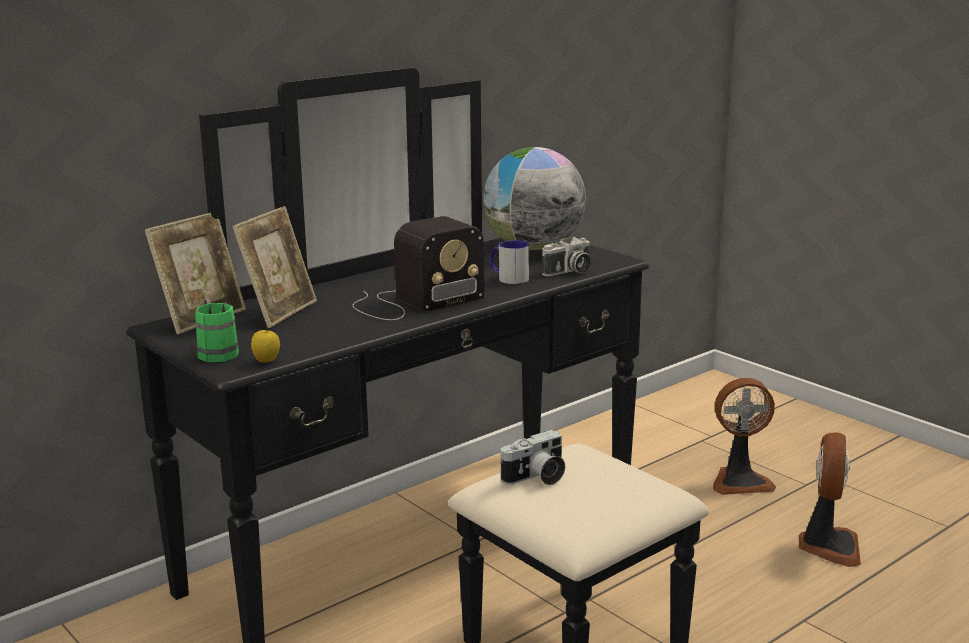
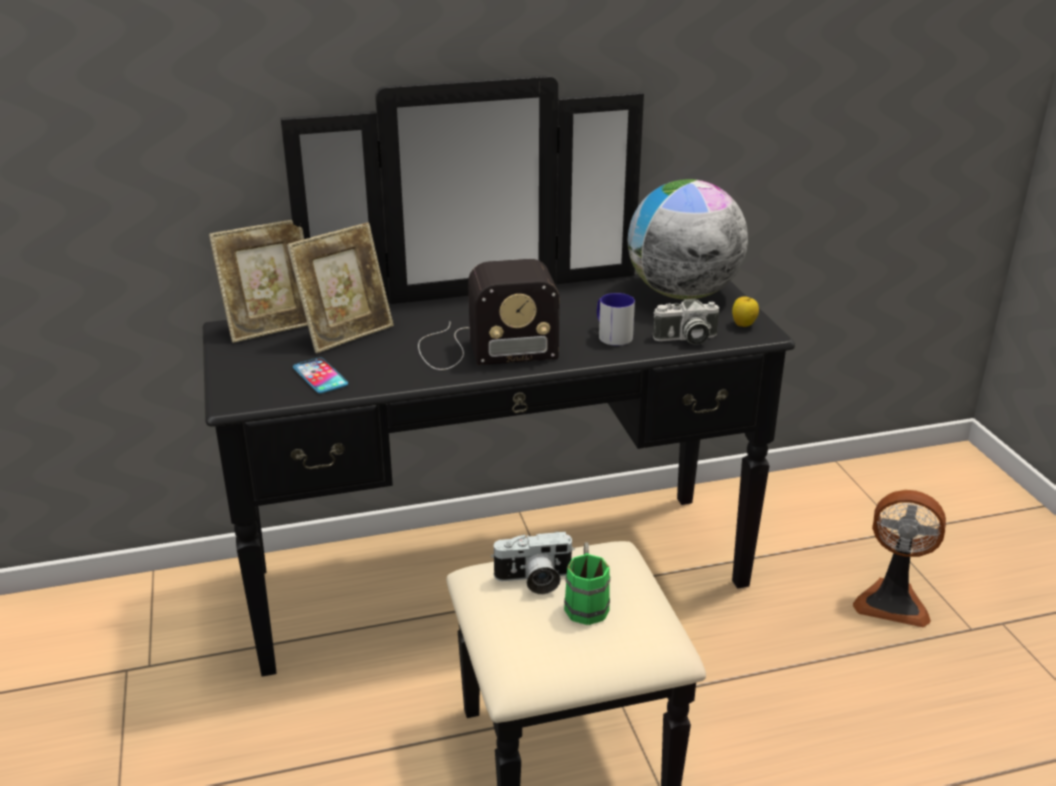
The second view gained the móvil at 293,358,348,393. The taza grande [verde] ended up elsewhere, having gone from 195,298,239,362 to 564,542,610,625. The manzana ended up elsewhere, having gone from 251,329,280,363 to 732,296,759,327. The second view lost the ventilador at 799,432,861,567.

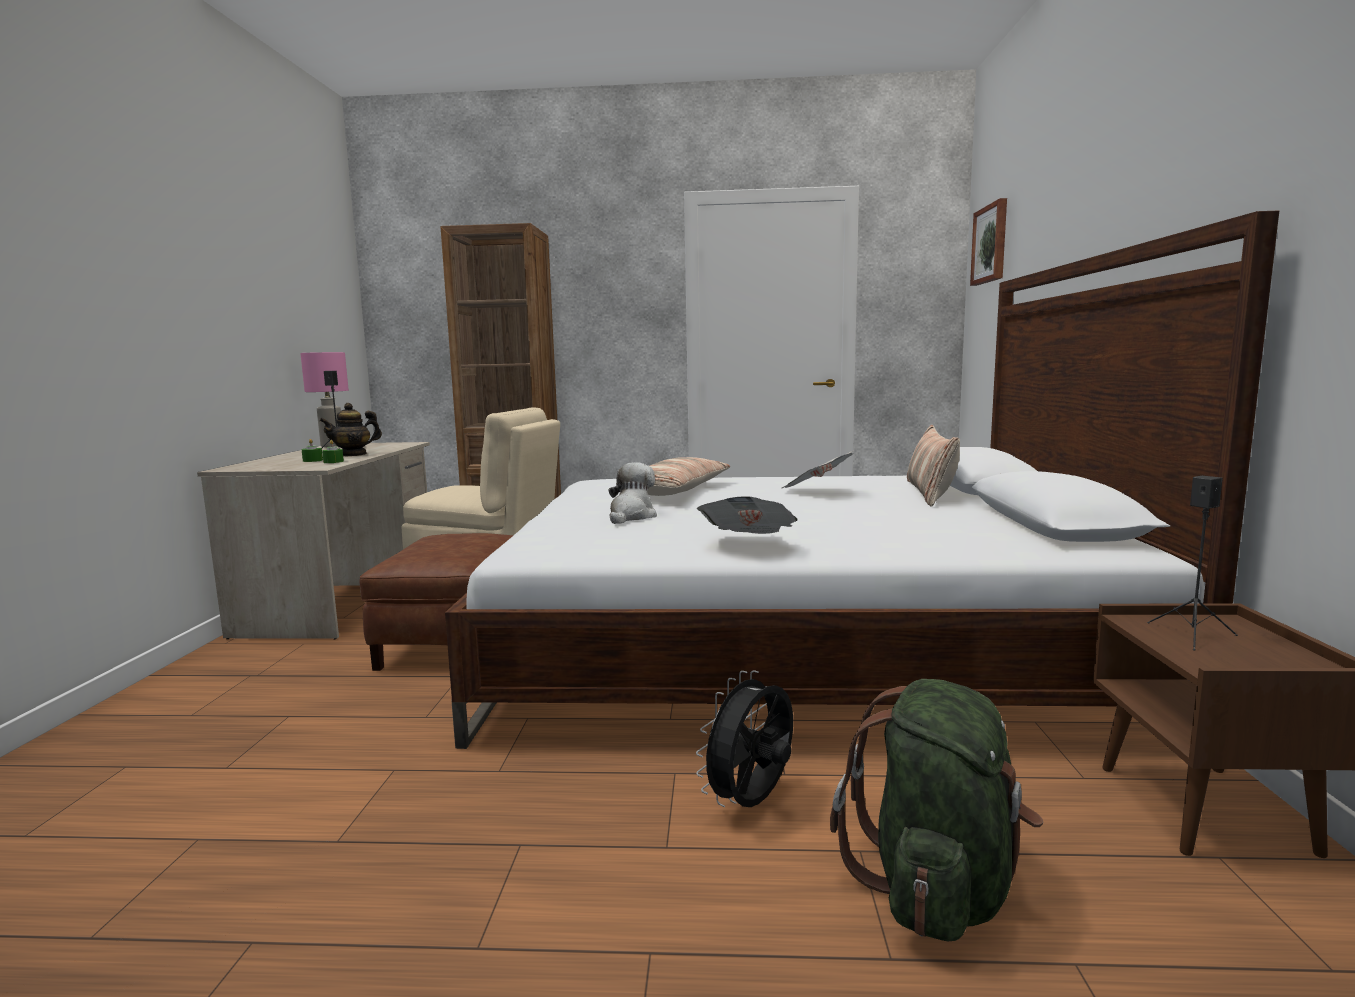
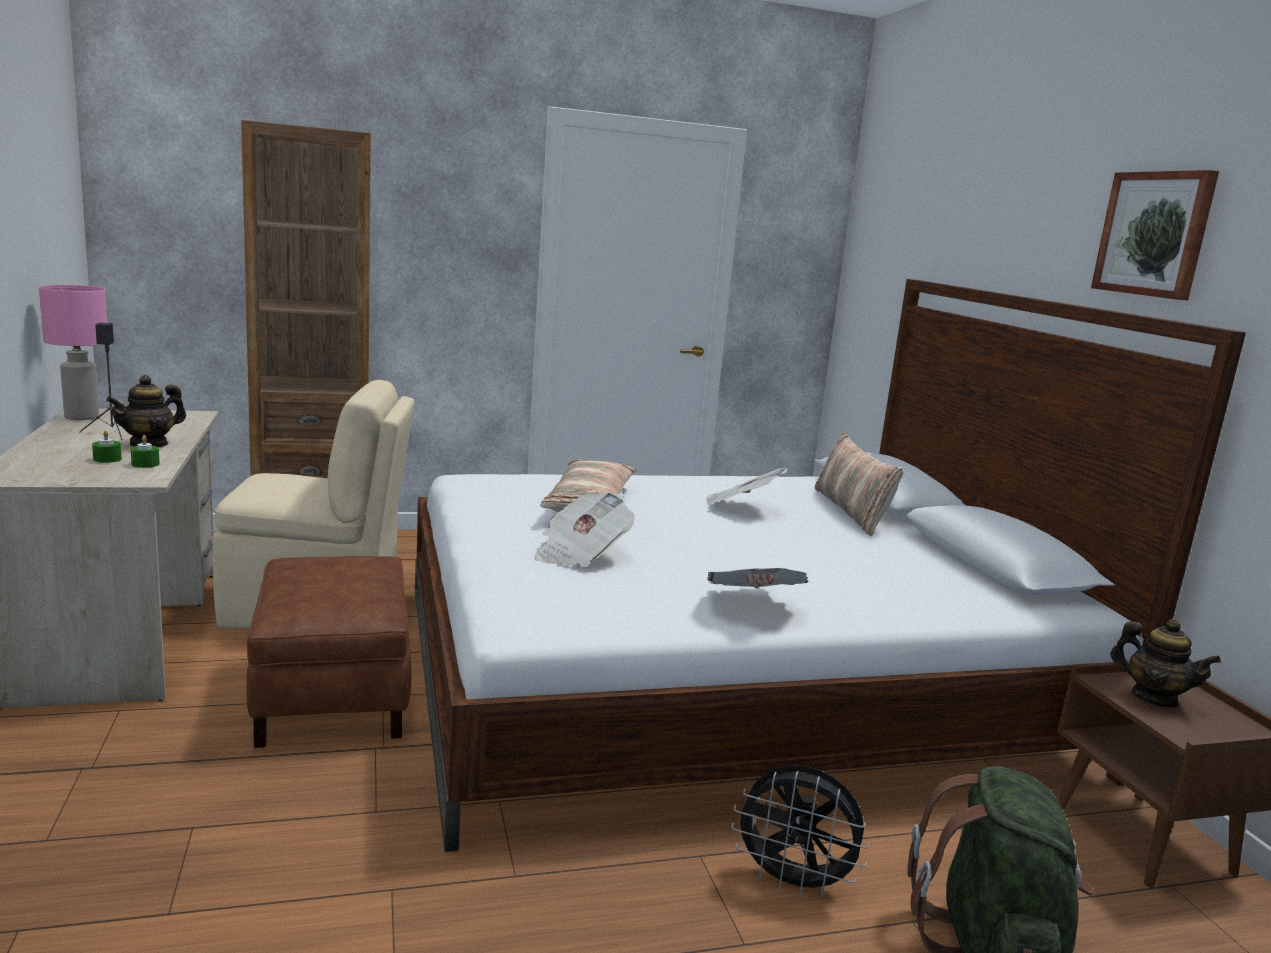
Where the peluche stood at 609,462,657,524, the periódico came to stand at 534,492,635,567. The ventilador [negro] at 696,670,793,807 ended up facing another way, 90 degrees counterclockwise from before. The cuadro ended up elsewhere, having gone from 970,198,1007,286 to 1091,170,1219,300. Where the altavoz [negro] stood at 1147,476,1238,651, the tetera came to stand at 1110,619,1221,707.

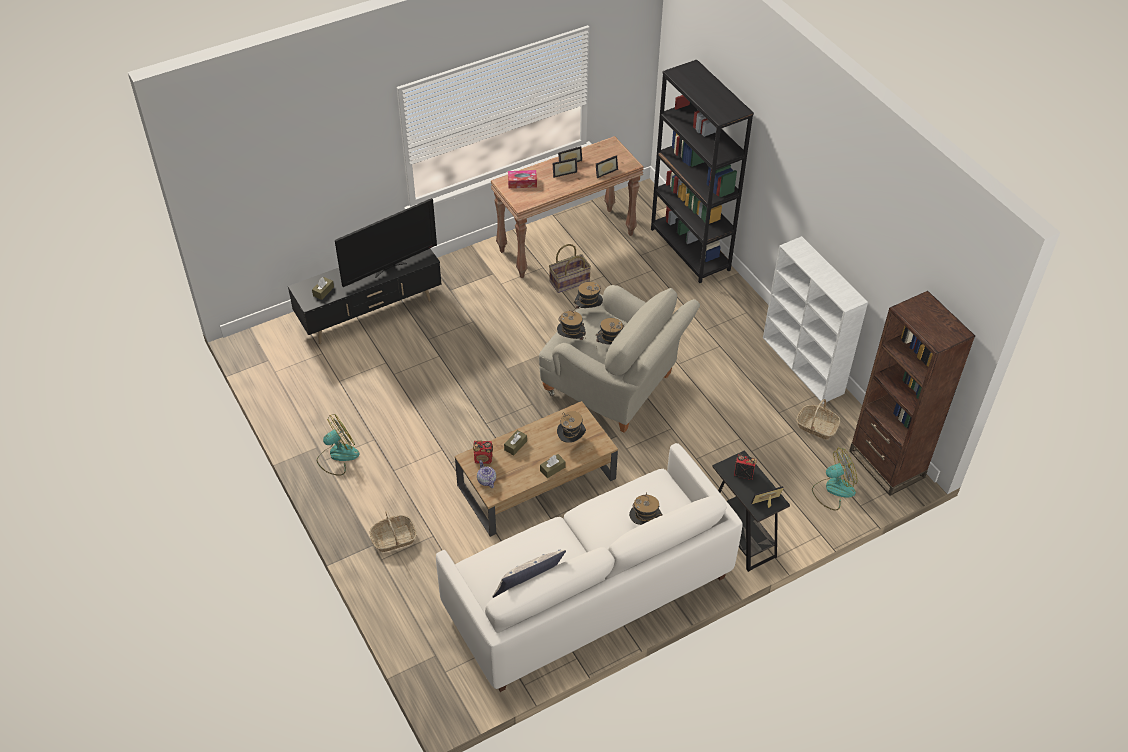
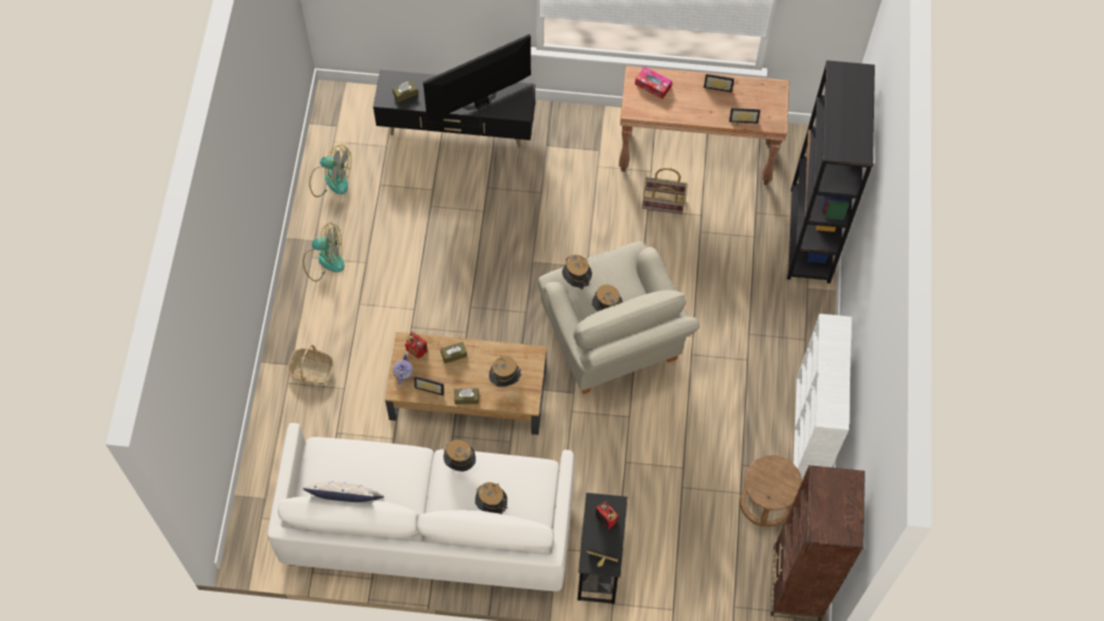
The ventilador ended up elsewhere, having gone from 812,448,857,511 to 309,145,351,197. The portarretratos ended up elsewhere, having gone from 553,158,577,178 to 414,376,444,396. The televisor at 335,198,437,287 ended up facing another way, 150 degrees clockwise from before. The sombrero ended up elsewhere, having gone from 574,282,603,309 to 443,439,476,471. Where the cesta stood at 796,399,840,439, the taburete [marrón] came to stand at 740,455,802,527.

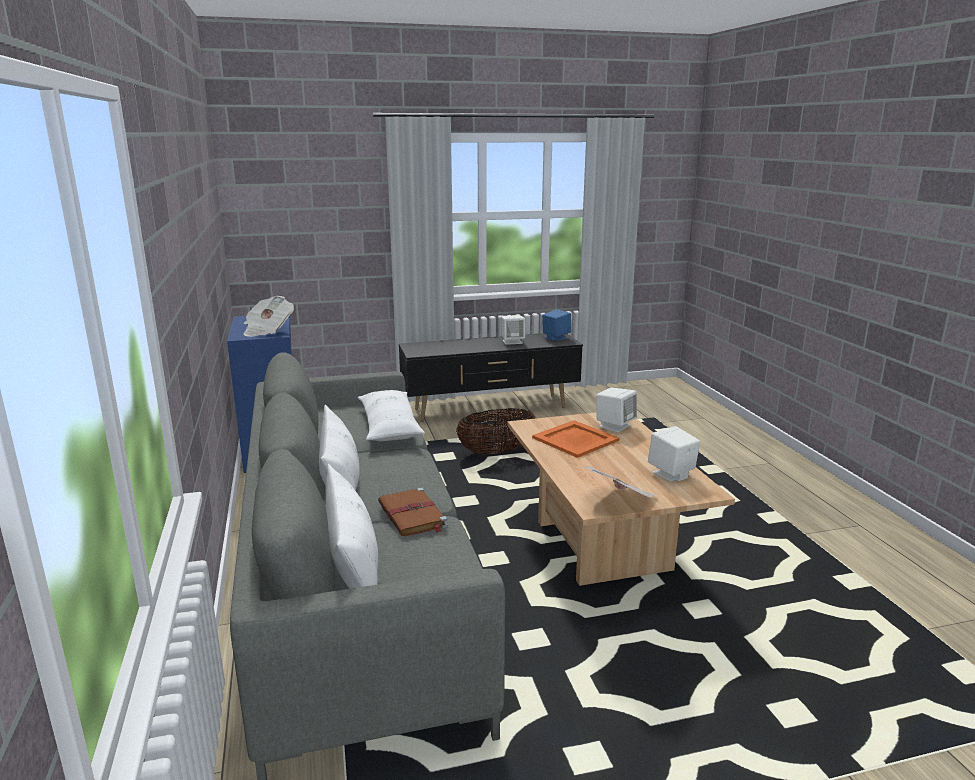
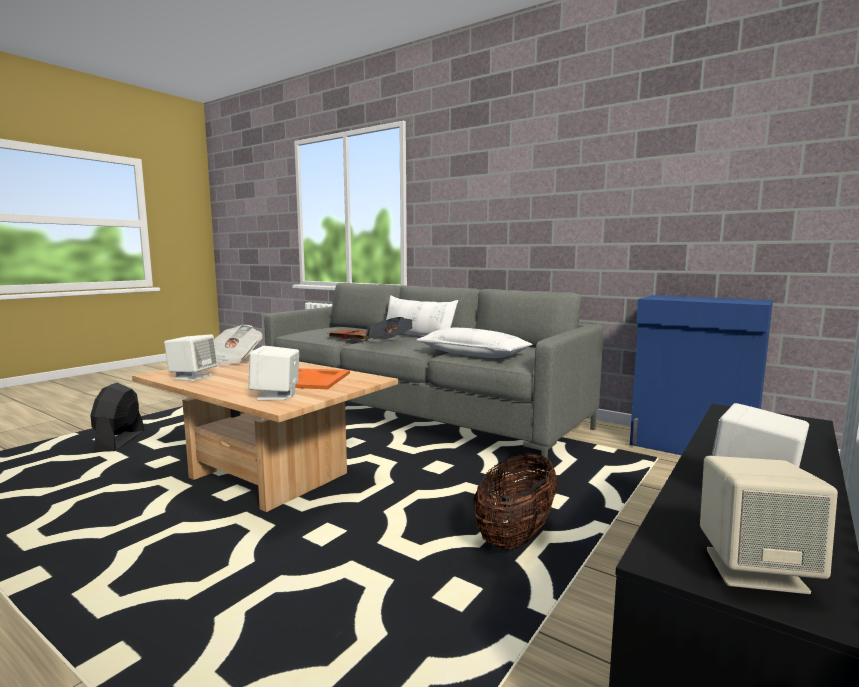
The second view gained the ventilador [negro] at 90,383,144,452. The periódico ended up elsewhere, having gone from 244,296,294,337 to 366,317,413,339. What was the altavoz [azul] at 542,309,571,341 turned into the altavoz [beis] at 700,456,838,594. The second view lost the cojín [blanco] at 326,464,378,589.

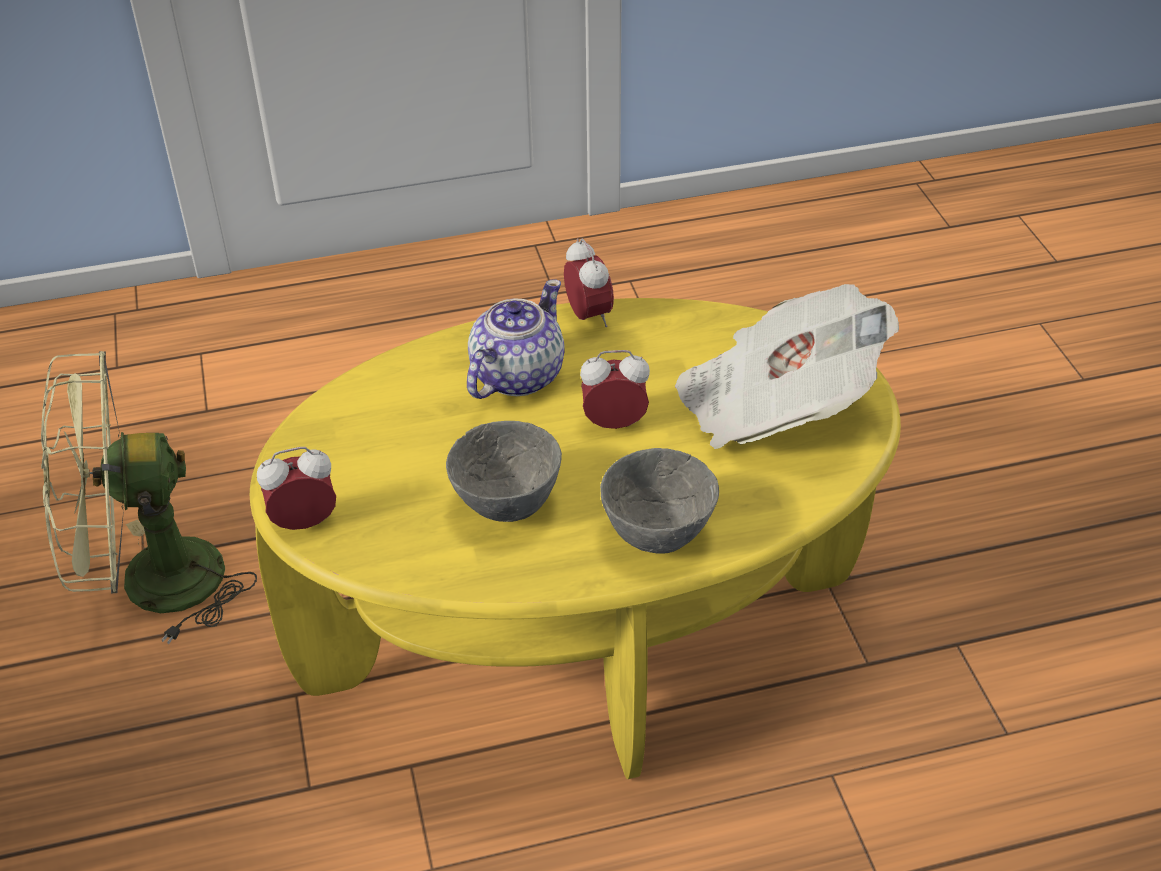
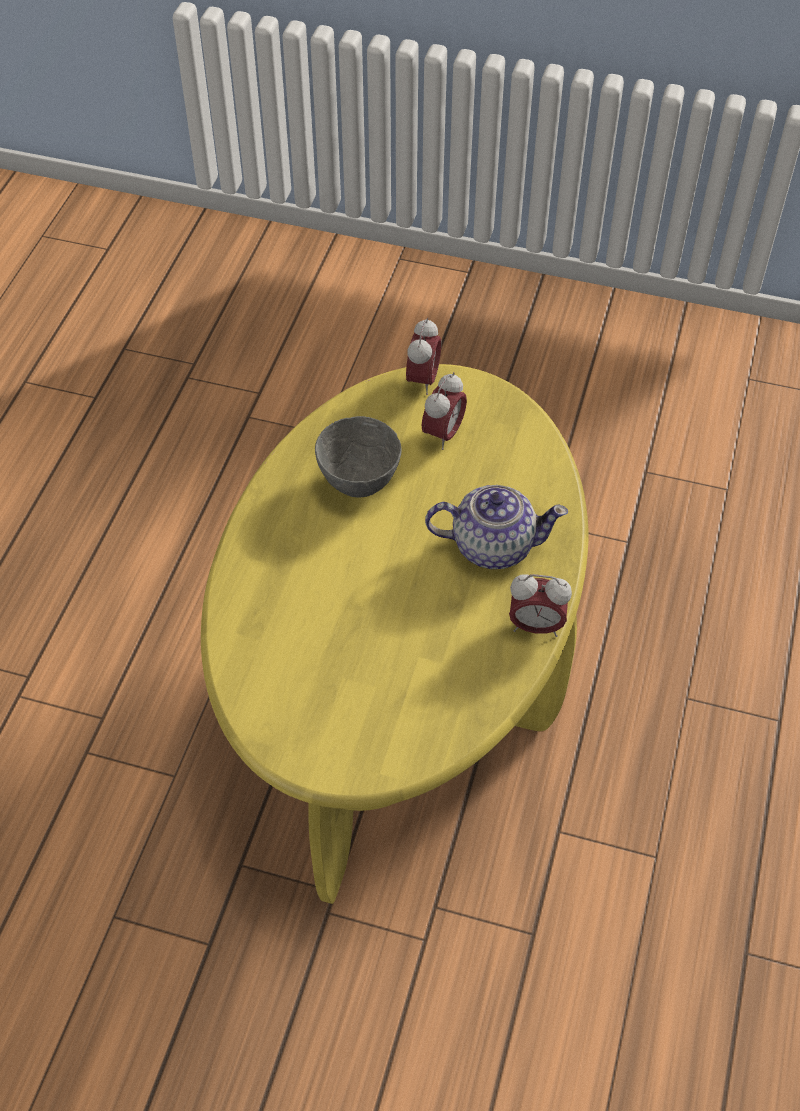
The despertador ended up elsewhere, having gone from 580,350,650,429 to 421,372,467,450. The tetera at 467,279,565,399 ended up facing another way, 60 degrees counterclockwise from before. The second view lost the ventilador [verde] at 41,351,257,645. The second view lost the cuenco [gris] at 600,448,719,554. The second view lost the periódico at 675,284,899,449.

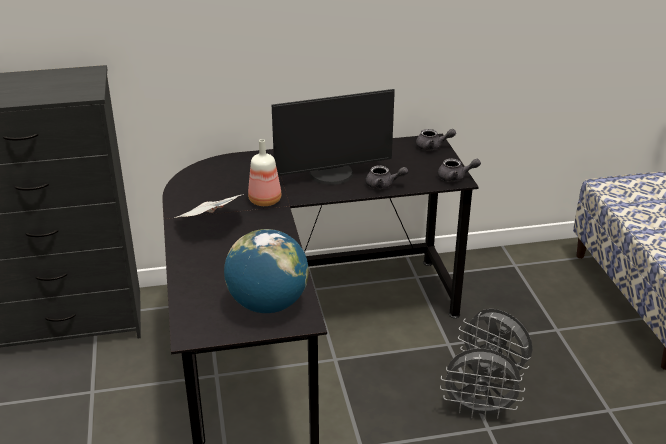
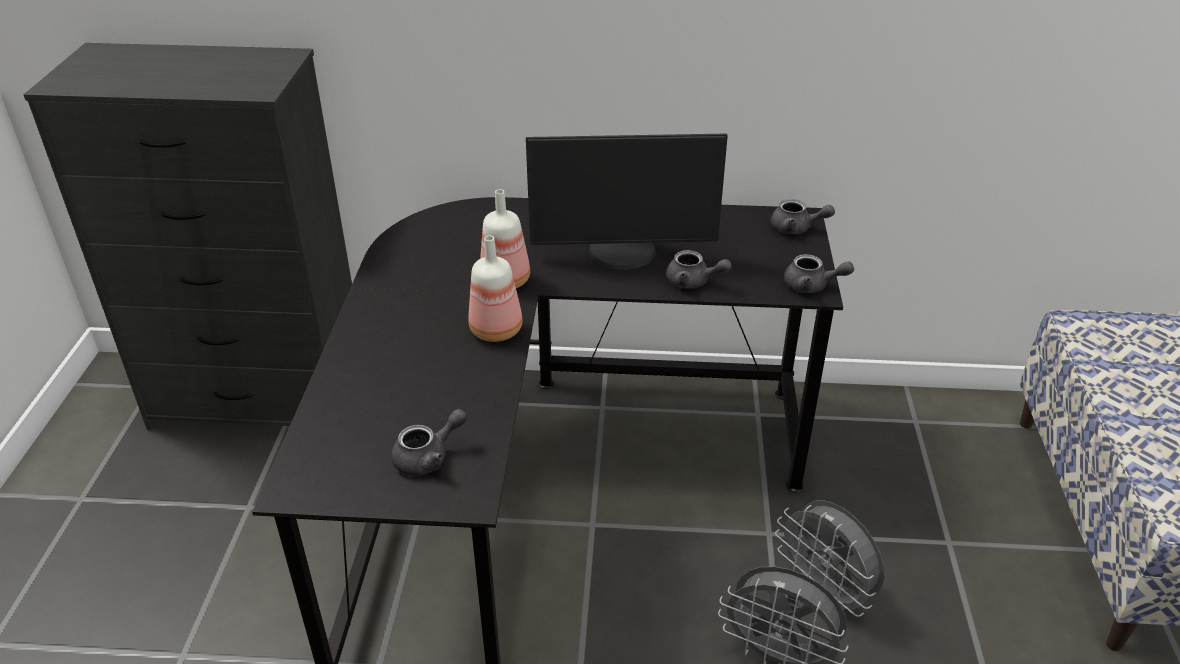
Where the globo terráqueo stood at 224,229,309,313, the tetera [gris] came to stand at 391,409,467,476. The second view gained the botella at 469,235,523,342. The second view lost the periódico at 174,194,244,218.

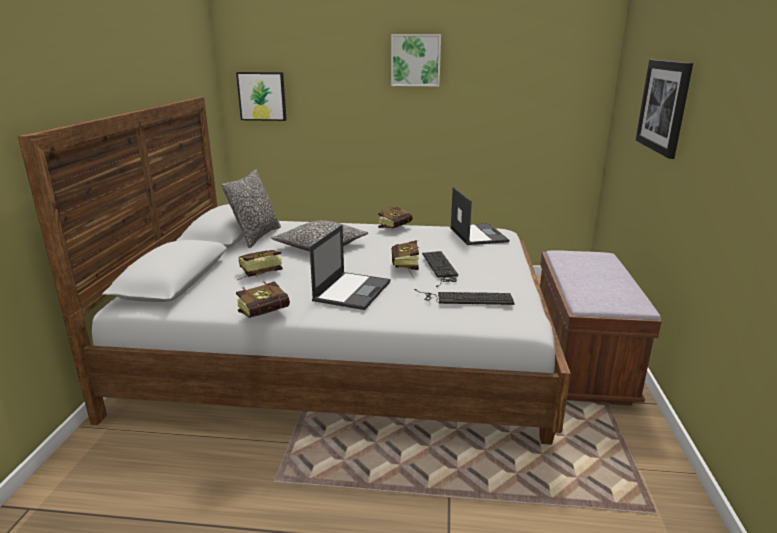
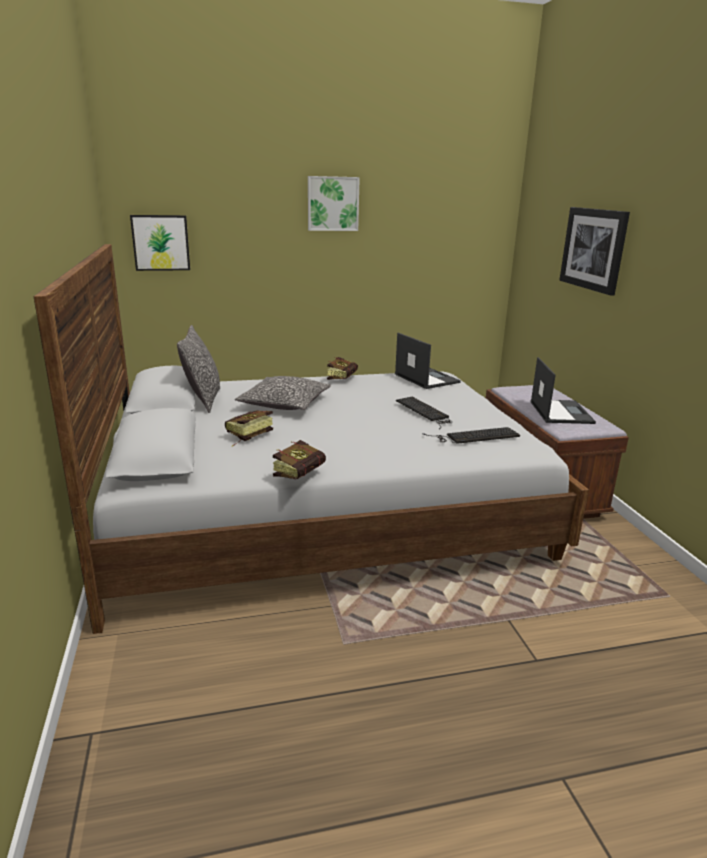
The portátil ended up elsewhere, having gone from 310,225,390,310 to 530,357,596,424. The second view lost the libro at 391,240,420,277.

